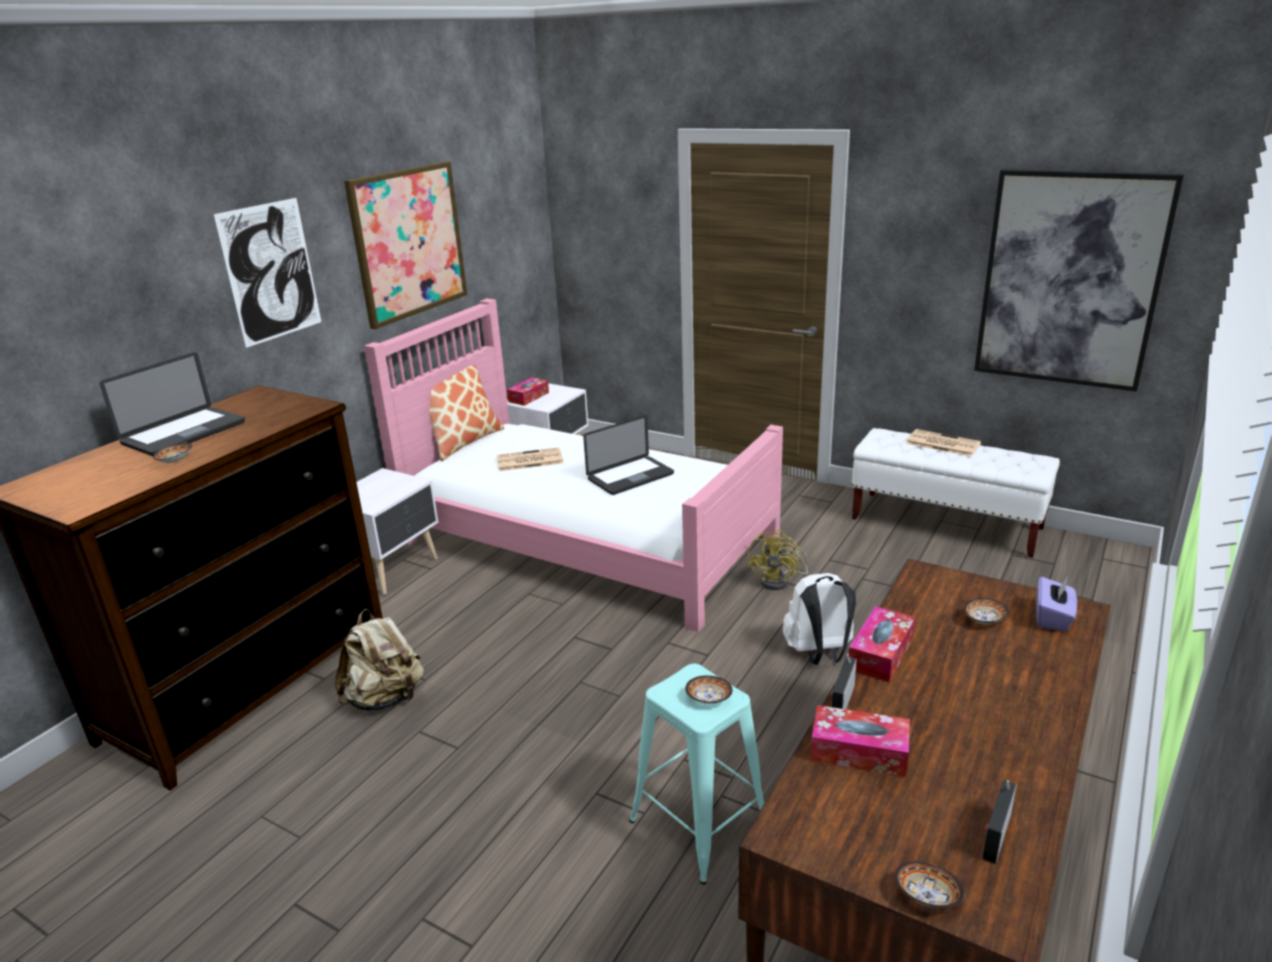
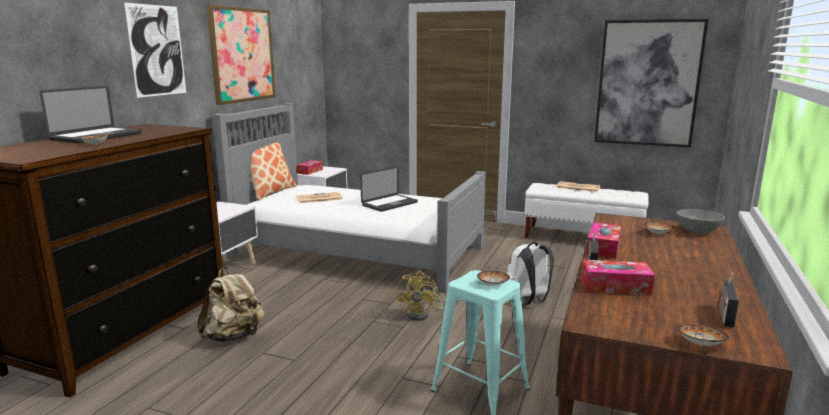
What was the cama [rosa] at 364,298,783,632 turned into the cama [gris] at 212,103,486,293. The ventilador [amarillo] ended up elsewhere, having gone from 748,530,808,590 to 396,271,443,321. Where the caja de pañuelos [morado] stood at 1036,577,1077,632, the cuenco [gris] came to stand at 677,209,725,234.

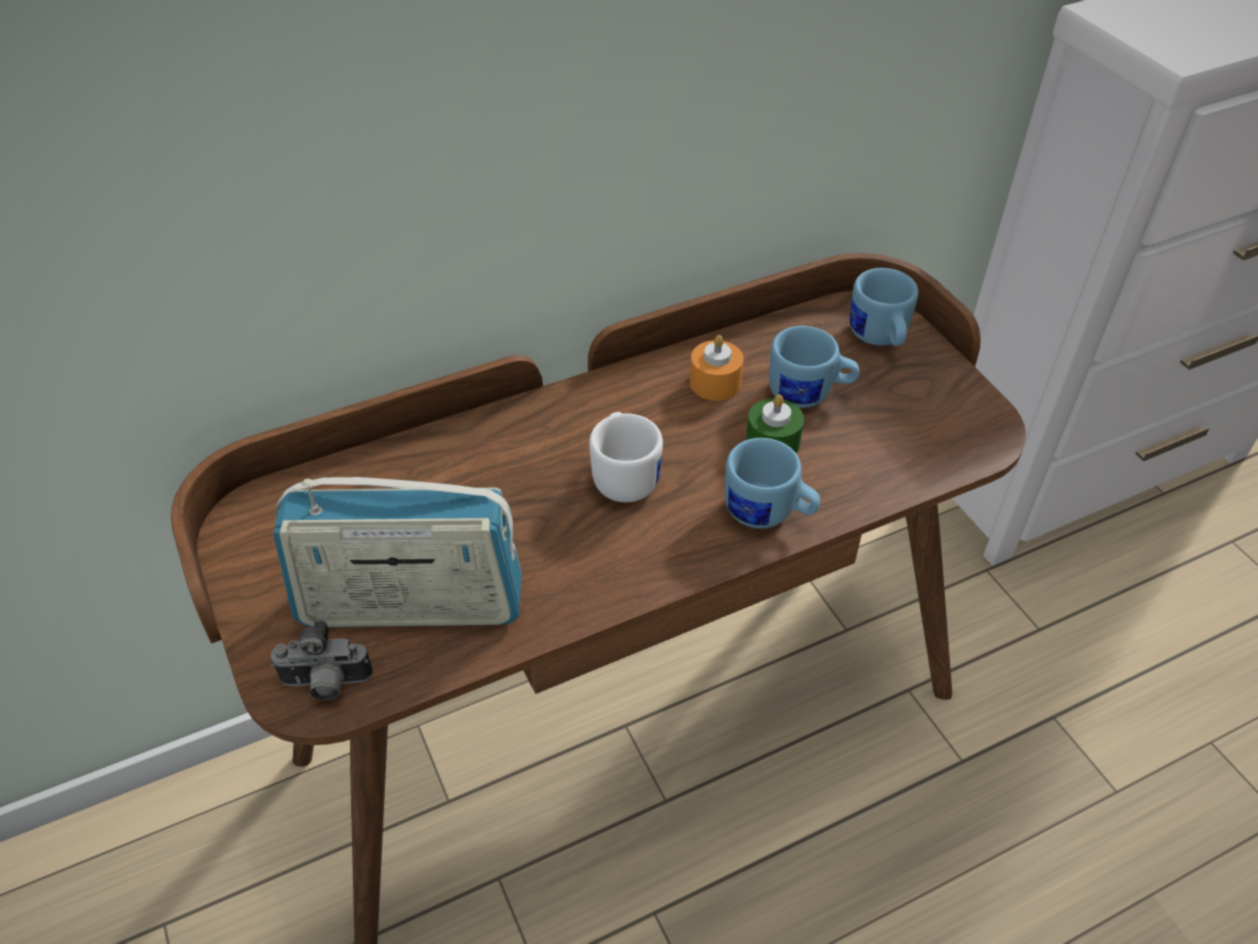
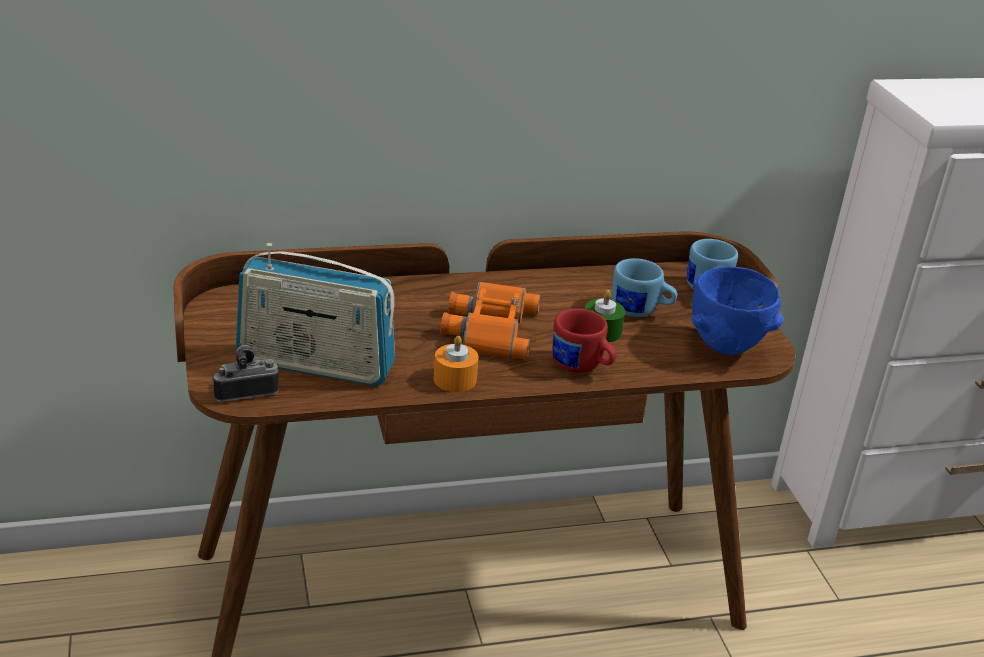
The cámara at 271,620,373,700 ended up facing another way, 150 degrees clockwise from before. The vela [naranja] ended up elsewhere, having gone from 690,335,744,401 to 433,335,479,392. Where the taza grande [blanco] stood at 589,412,663,502, the prismáticos [naranja] came to stand at 440,281,541,360. What was the taza grande [azul] at 725,438,820,528 turned into the taza grande [rojo] at 552,308,617,373. The second view gained the cuenco [azul] at 692,267,784,355.

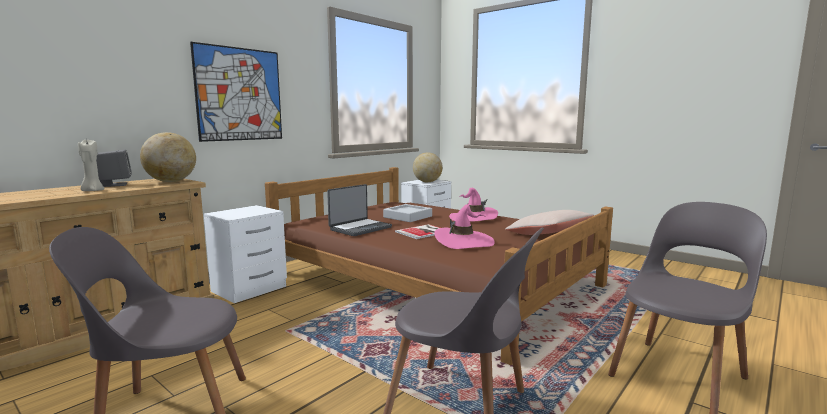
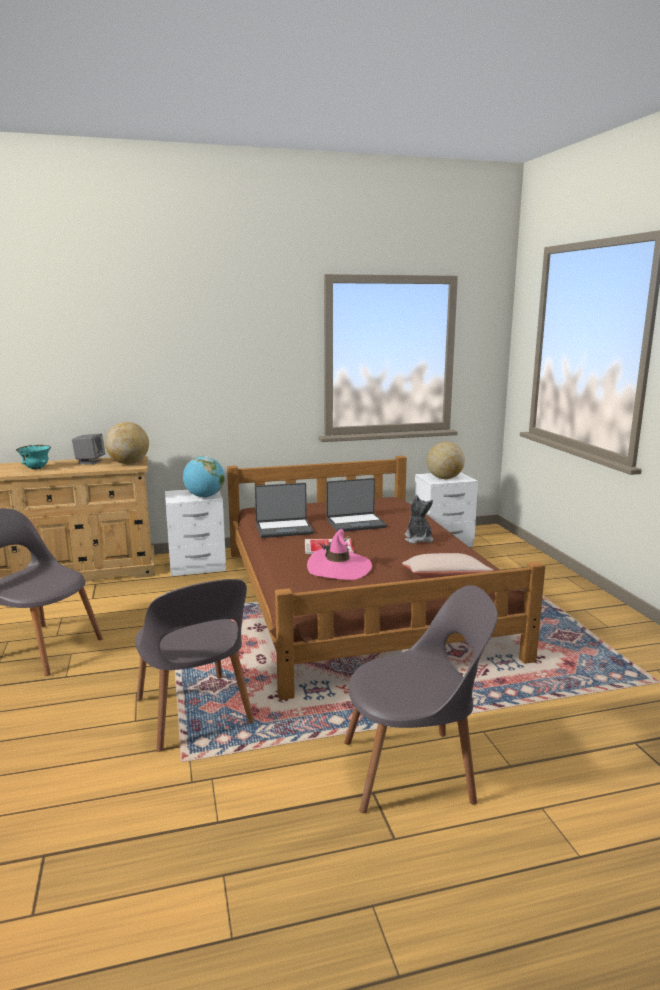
The second view gained the cuenco [turquesa] at 16,445,51,469. The second view gained the globo terráqueo at 183,456,225,498. Where the bandeja [gris] stood at 383,204,432,222, the portátil came to stand at 326,478,387,532. Where the sombrero [rosa] stood at 449,188,498,221, the peluche came to stand at 405,495,433,544. The second view lost the vela [beis] at 78,138,104,191. The second view lost the cuadro at 190,42,282,142.

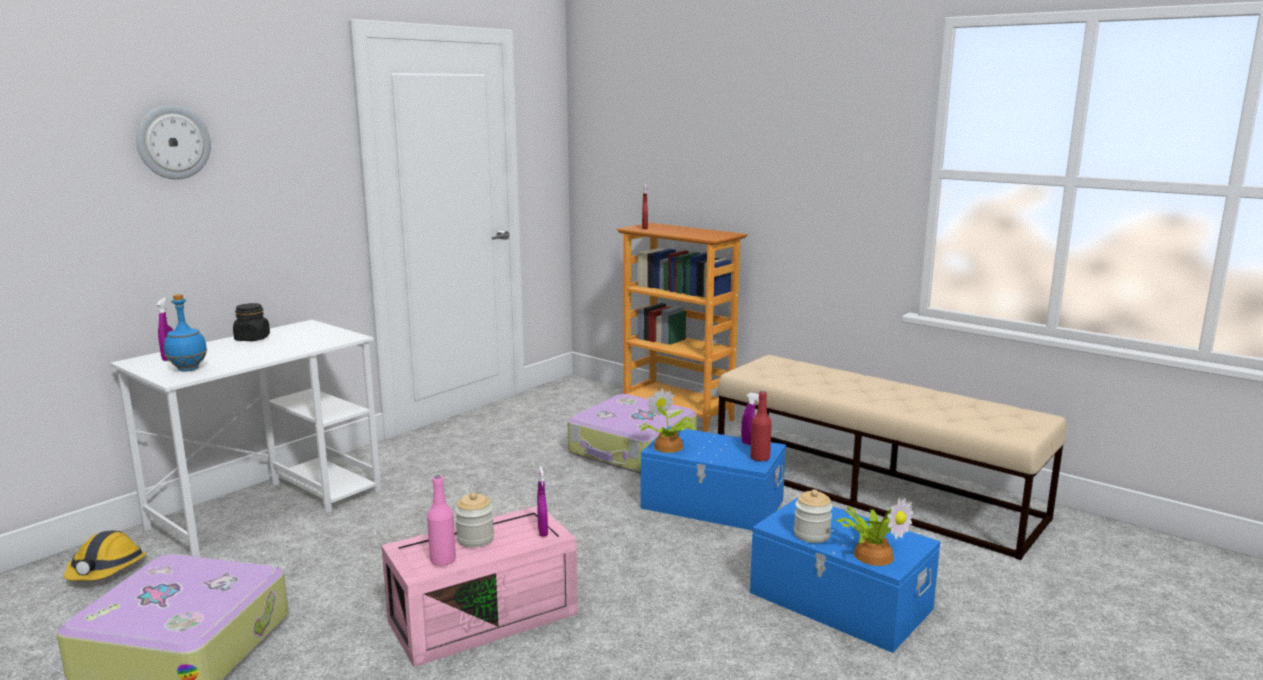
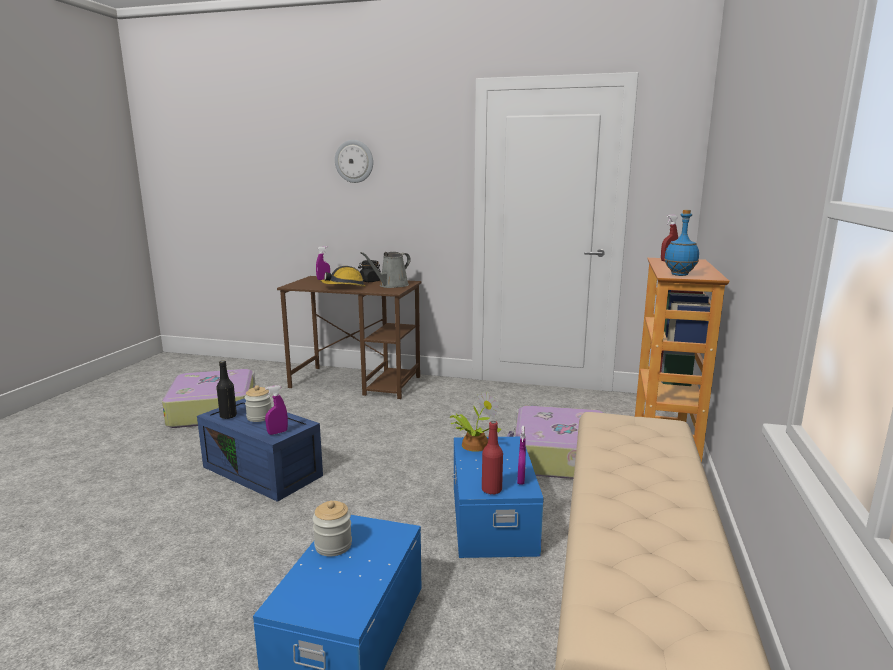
What was the caja de almacenaje [rosa] at 381,506,578,667 turned into the caja de almacenaje [azul] at 197,398,323,502. What was the botella [rosa] at 427,475,456,566 turned into the botella [negro] at 217,361,237,419. What was the escritorio [blanco] at 110,320,381,557 turned into the escritorio [marrón] at 277,276,422,399. The casco ended up elsewhere, having gone from 64,531,147,581 to 321,266,366,287. The second view gained the regadera [gris] at 360,252,411,288. The botella [azul] ended up elsewhere, having gone from 164,294,207,371 to 664,210,699,276. The second view lost the planta en maceta at 834,498,913,566.

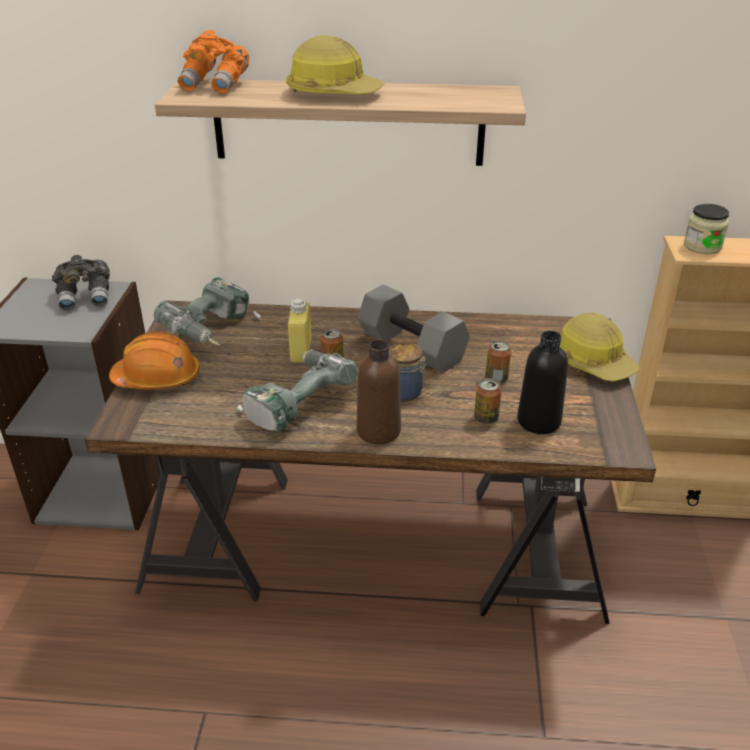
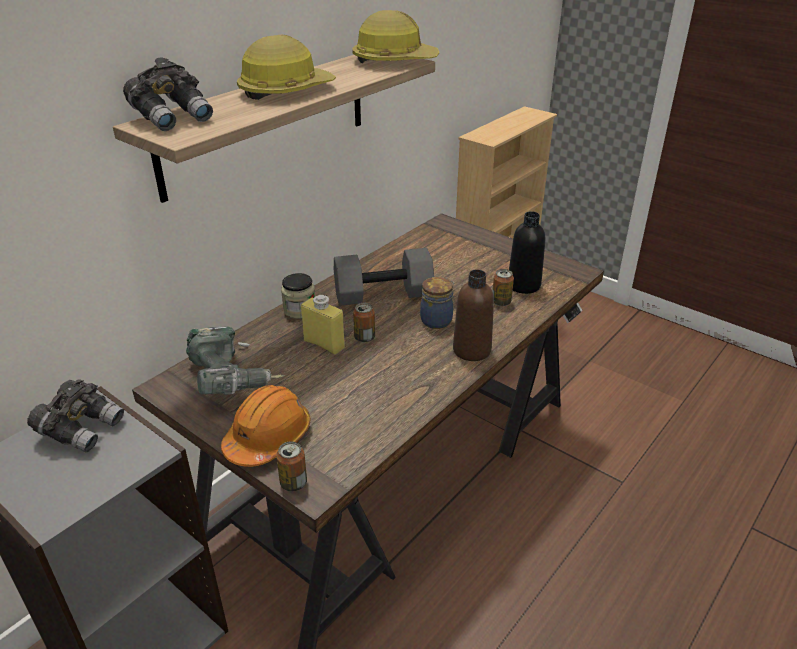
What was the prismáticos [naranja] at 178,30,249,94 turned into the prismáticos [gris] at 123,57,213,131. The lata ended up elsewhere, having gone from 485,340,511,383 to 276,441,307,491. The tarro ended up elsewhere, having gone from 684,204,729,254 to 281,273,315,319. The casco ended up elsewhere, having gone from 560,313,639,382 to 352,10,439,63. The second view lost the taladro at 237,349,358,431.

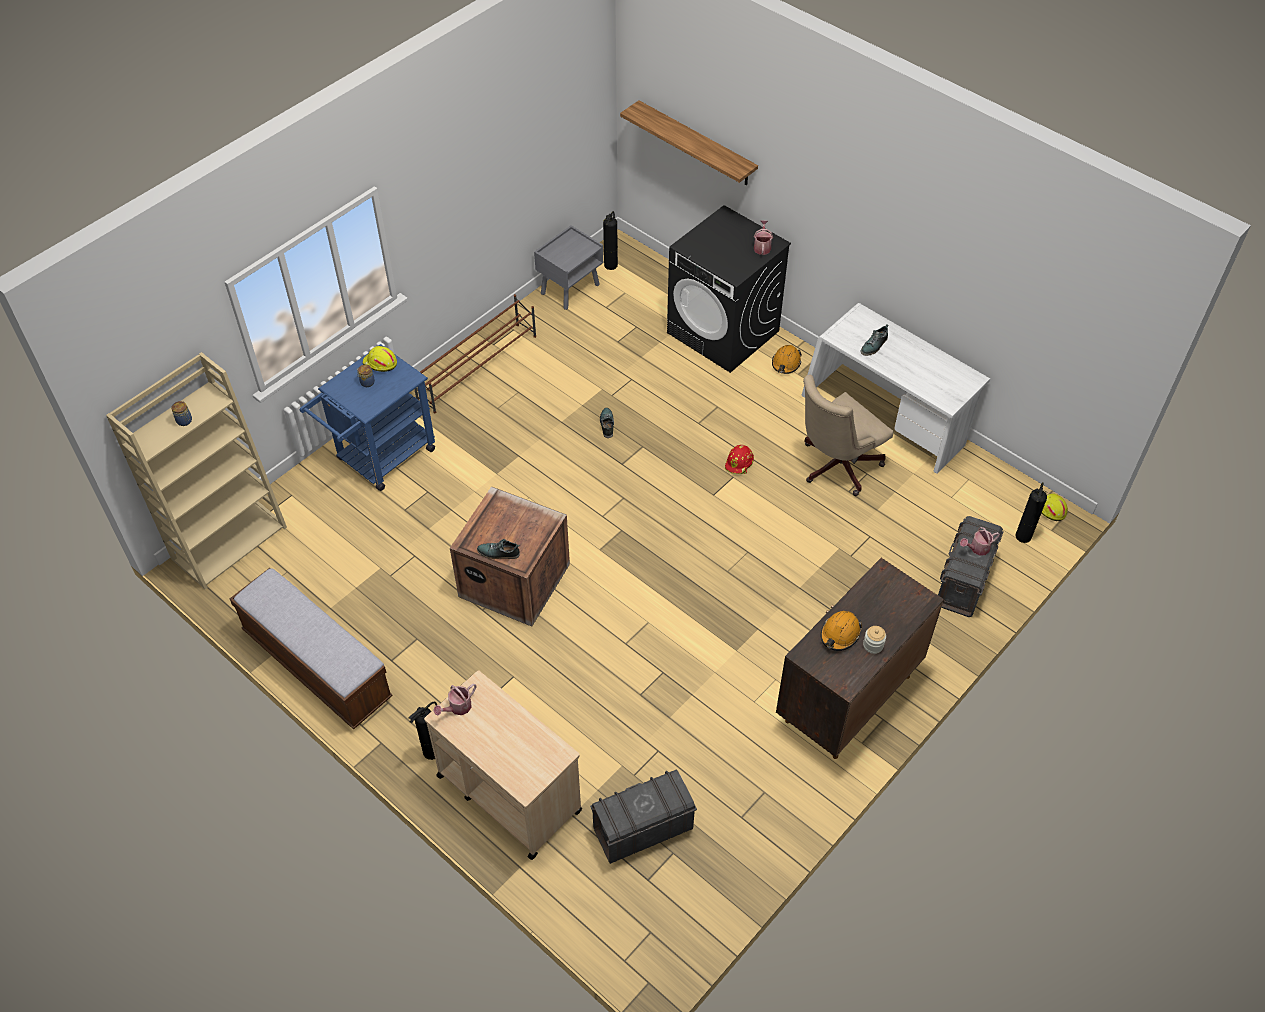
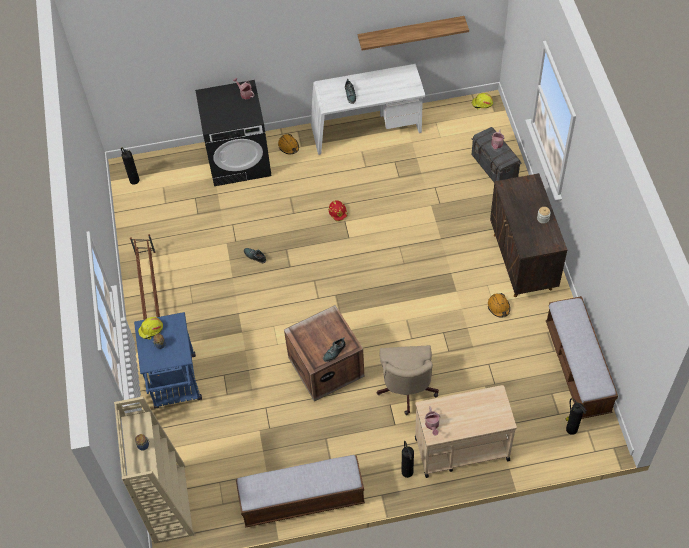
The estante ended up elsewhere, having gone from 620,101,758,185 to 358,16,469,51. The silla de oficina [beis] ended up elsewhere, having gone from 803,374,894,496 to 377,345,439,415. The casco [naranja] ended up elsewhere, having gone from 820,611,862,651 to 488,293,510,318. The second view gained the banco at 546,296,618,419. The extintor ended up elsewhere, having gone from 1016,482,1047,543 to 566,398,587,435. The second view lost the mesita de noche [gris] at 534,225,603,310. The second view lost the caja de almacenaje [gris] at 590,769,697,864.

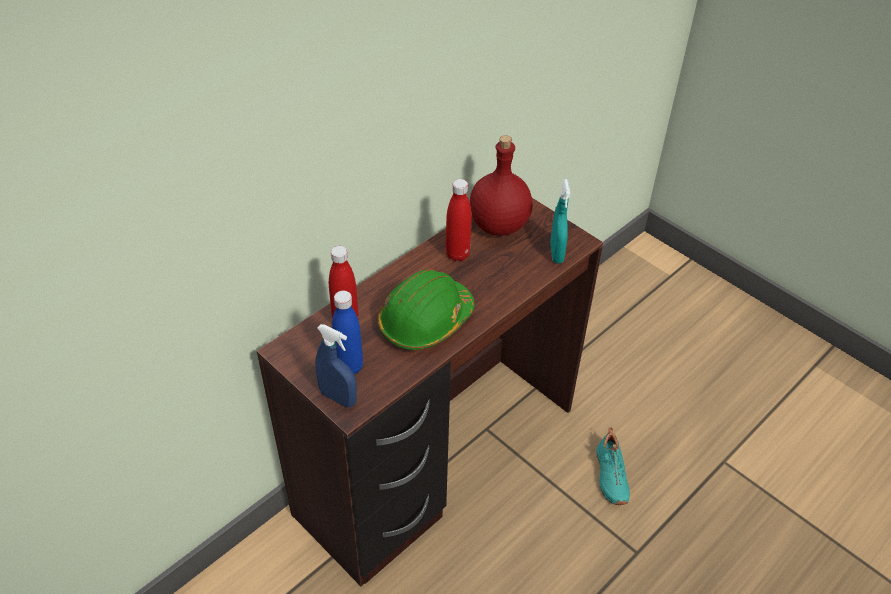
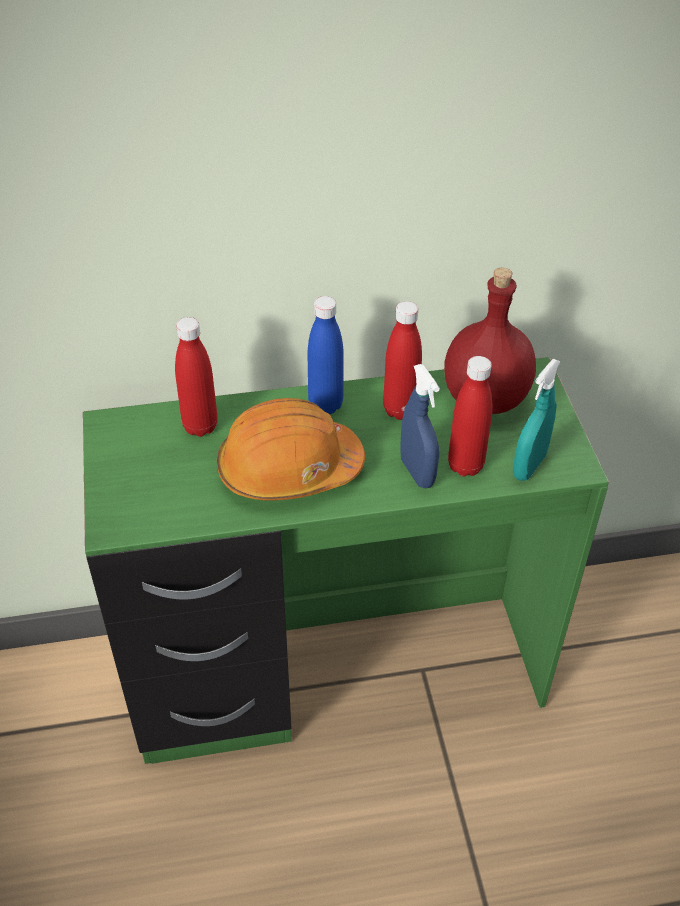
What was the escritorio [marrón] at 257,198,603,586 turned into the escritorio [verde] at 83,357,609,764. What was the casco [verde] at 378,269,475,350 turned into the casco [naranja] at 217,398,365,501. The botella [azul] ended up elsewhere, having gone from 332,291,363,374 to 308,296,344,414. The pulverizador [azul] ended up elsewhere, having gone from 315,324,357,408 to 400,364,440,488. The second view gained the botella [rojo] at 448,356,492,476. The second view lost the zapato [turquesa] at 596,427,630,505.

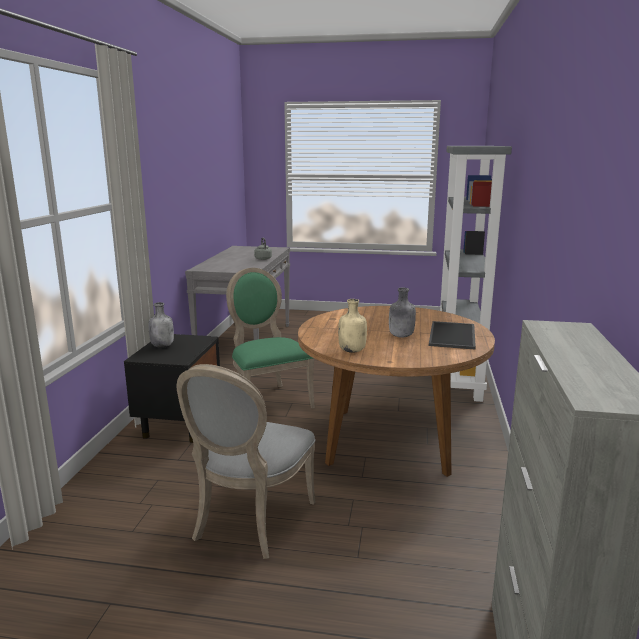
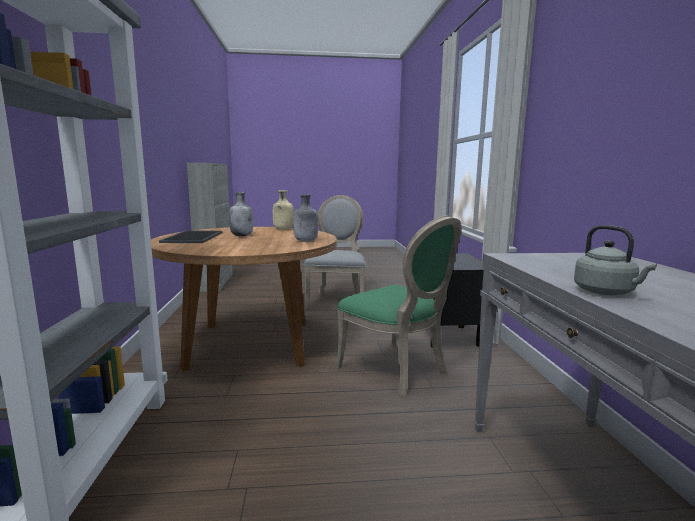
The botella [gris] ended up elsewhere, having gone from 148,302,174,348 to 293,194,318,242.

